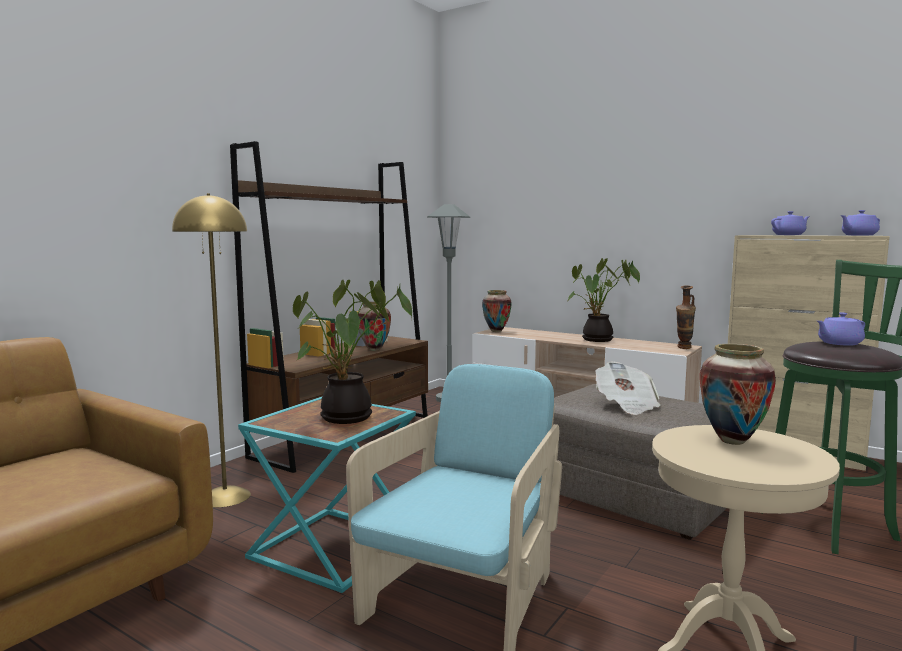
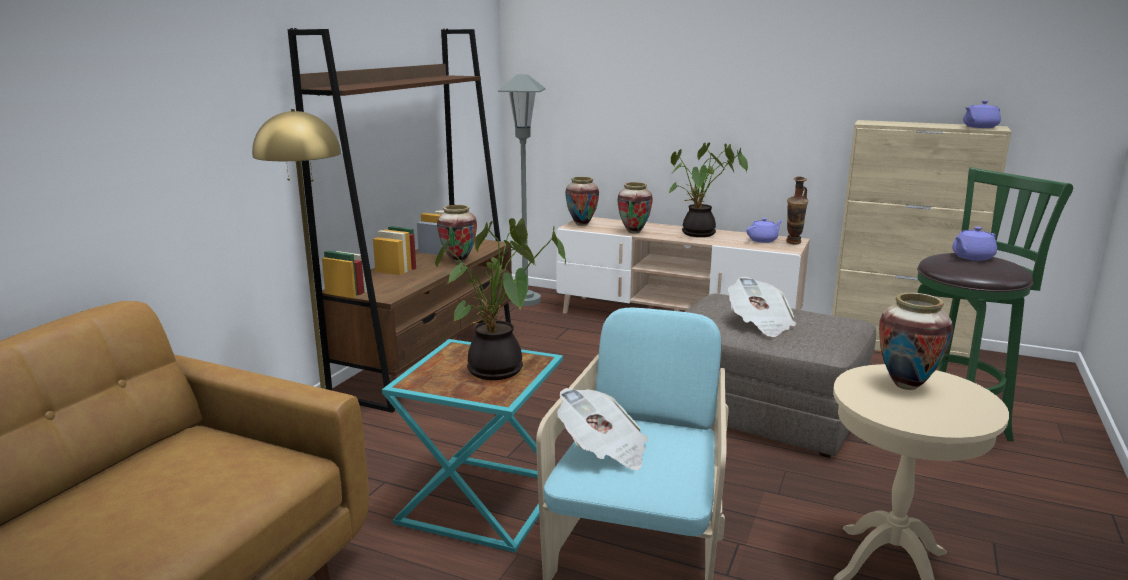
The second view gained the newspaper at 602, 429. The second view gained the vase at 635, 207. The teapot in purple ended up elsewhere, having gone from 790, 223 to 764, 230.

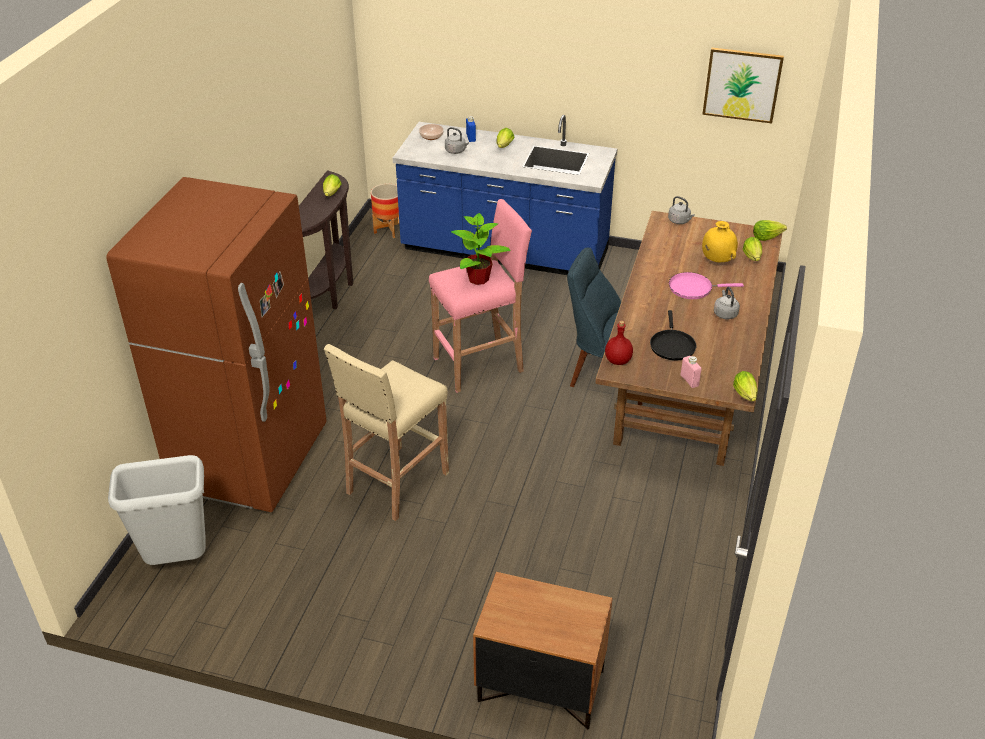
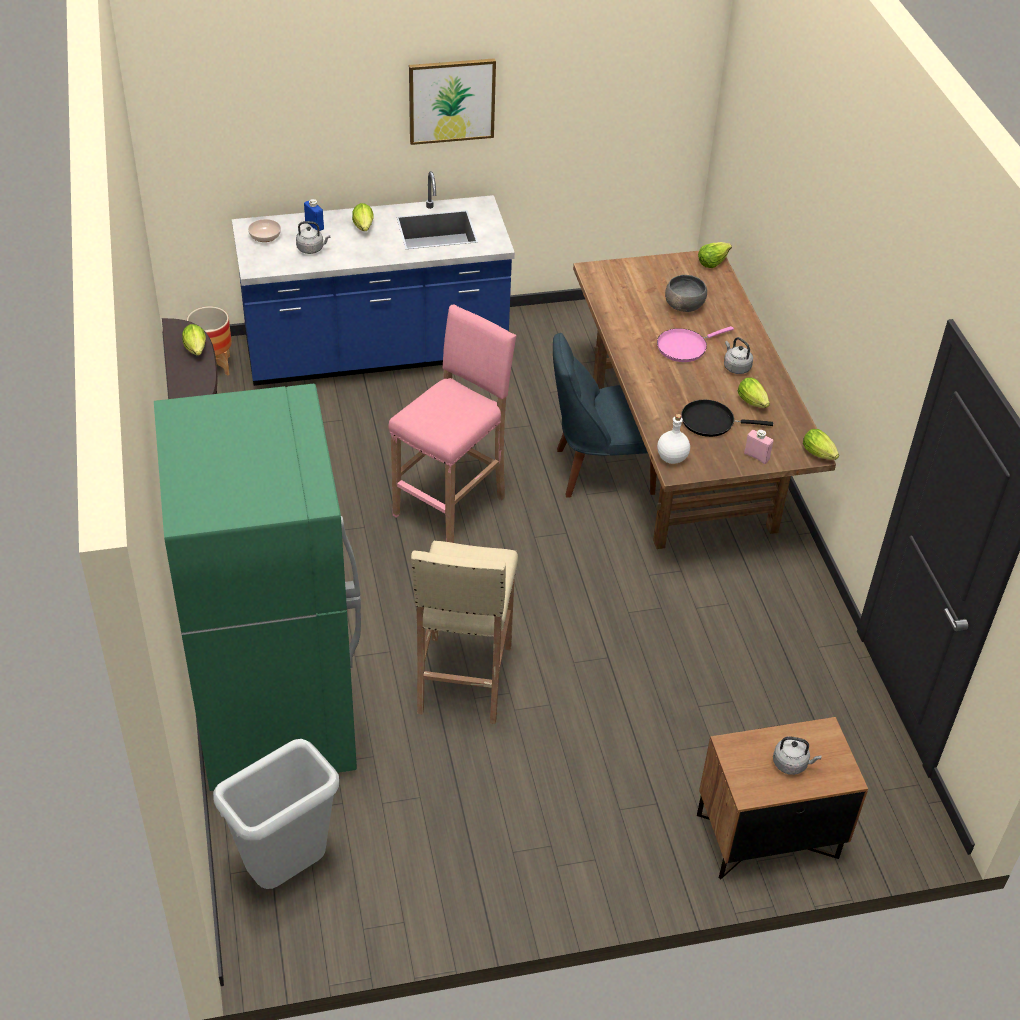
The second view lost the potted plant at 481, 249. The kettle in grey ended up elsewhere, having gone from 681, 210 to 797, 755. The picture ended up elsewhere, having gone from 743, 85 to 452, 101. The lettuce ended up elsewhere, having gone from 752, 249 to 754, 392. Where the vase in yellow stood at 720, 241, the bowl in grey came to stand at 686, 293. What was the fridge in brown at 216, 344 turned into the fridge in green at 257, 587. What was the bottle in red at 619, 343 turned into the bottle in white at 673, 439. The frying pan in black at 673, 335 ended up facing another way, 120 degrees clockwise from before.

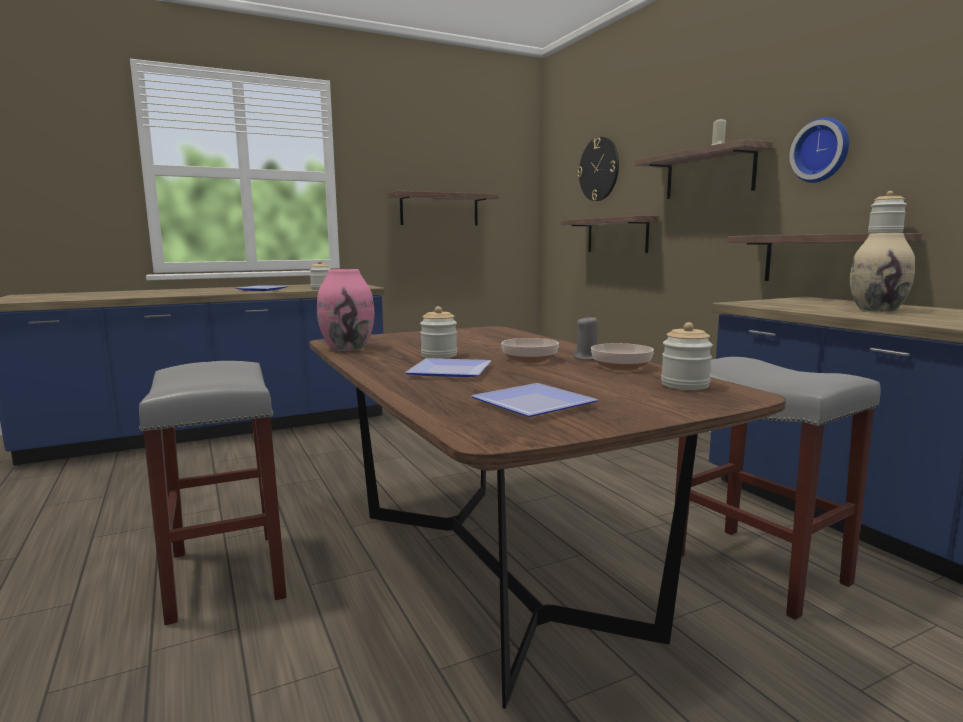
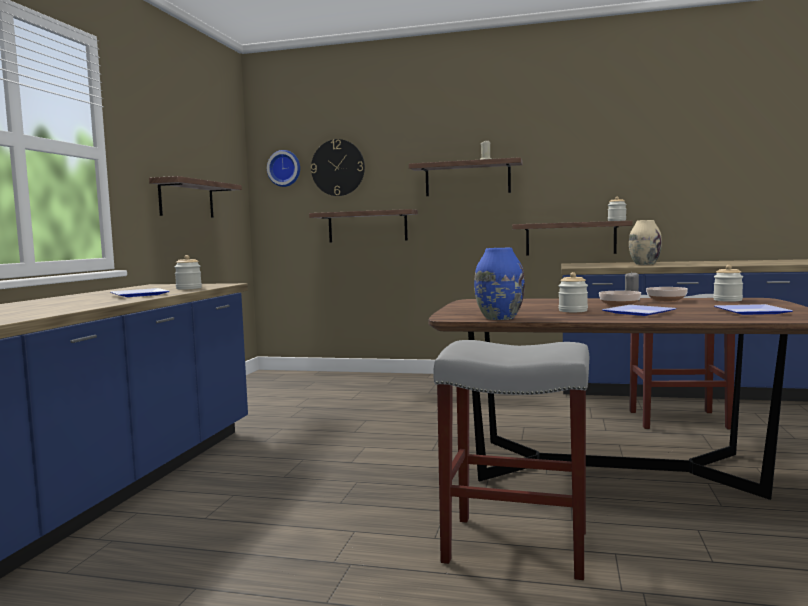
The wall clock ended up elsewhere, having gone from 819, 150 to 283, 168. What was the vase in pink at 345, 310 turned into the vase in blue at 499, 284.

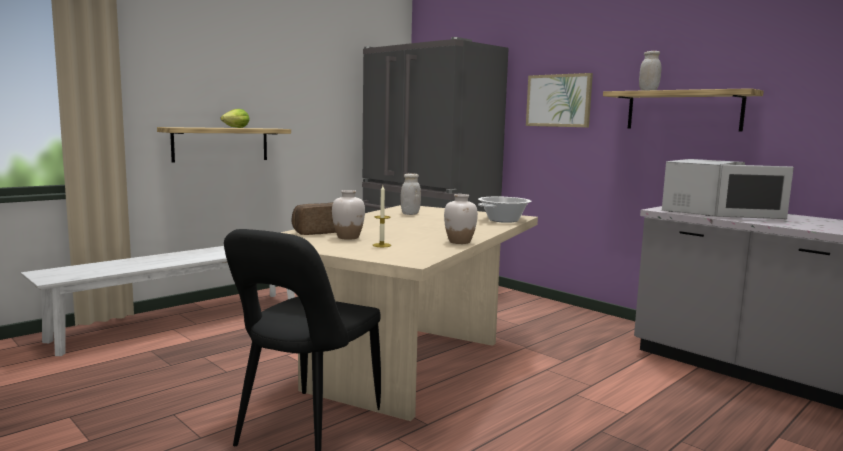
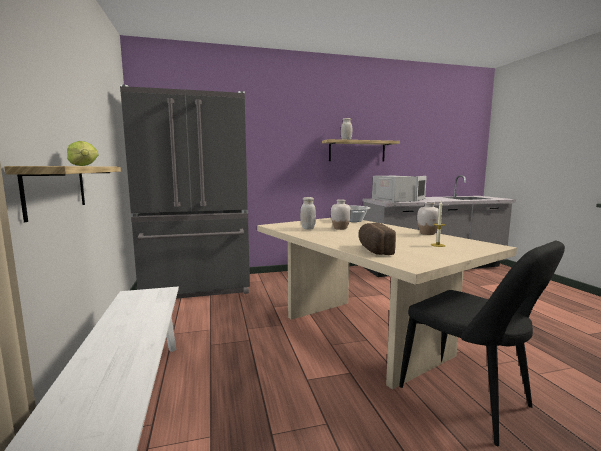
The second view lost the picture at 559, 100. The vase in white ended up elsewhere, having gone from 348, 215 to 341, 214.

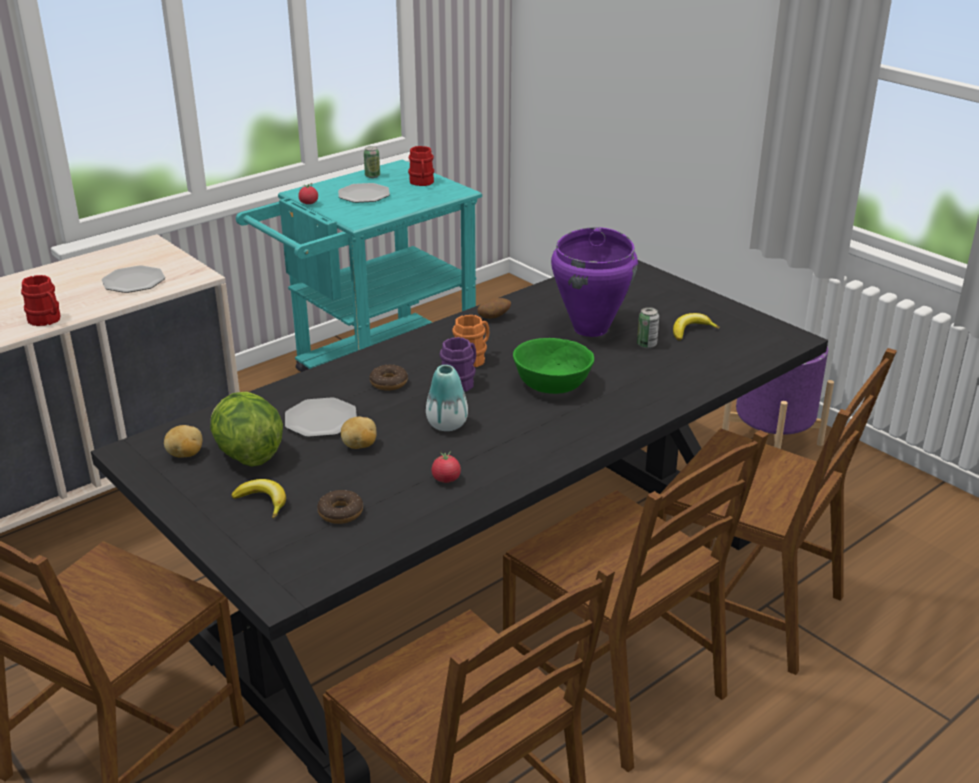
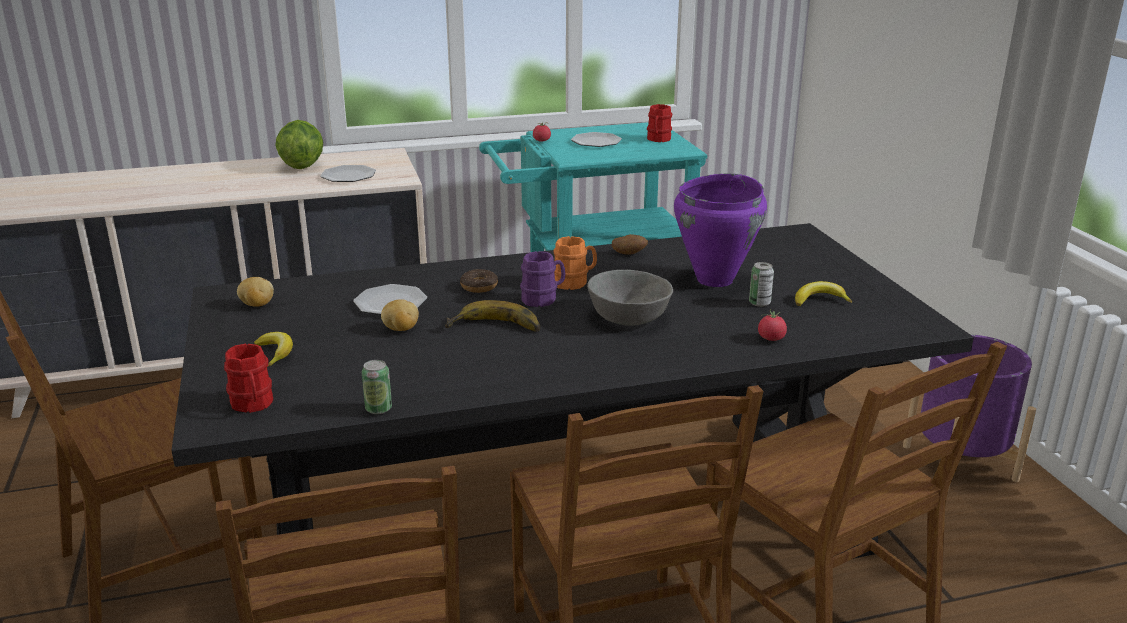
The second view lost the donut at 340, 507. The mug in red ended up elsewhere, having gone from 41, 300 to 248, 378. The lettuce ended up elsewhere, having gone from 246, 429 to 299, 144. The can ended up elsewhere, having gone from 372, 162 to 377, 387. The tomato ended up elsewhere, having gone from 446, 467 to 772, 325. Where the vase stood at 447, 398, the banana came to stand at 492, 316. What was the bowl in green at 553, 366 turned into the bowl in grey at 630, 298.

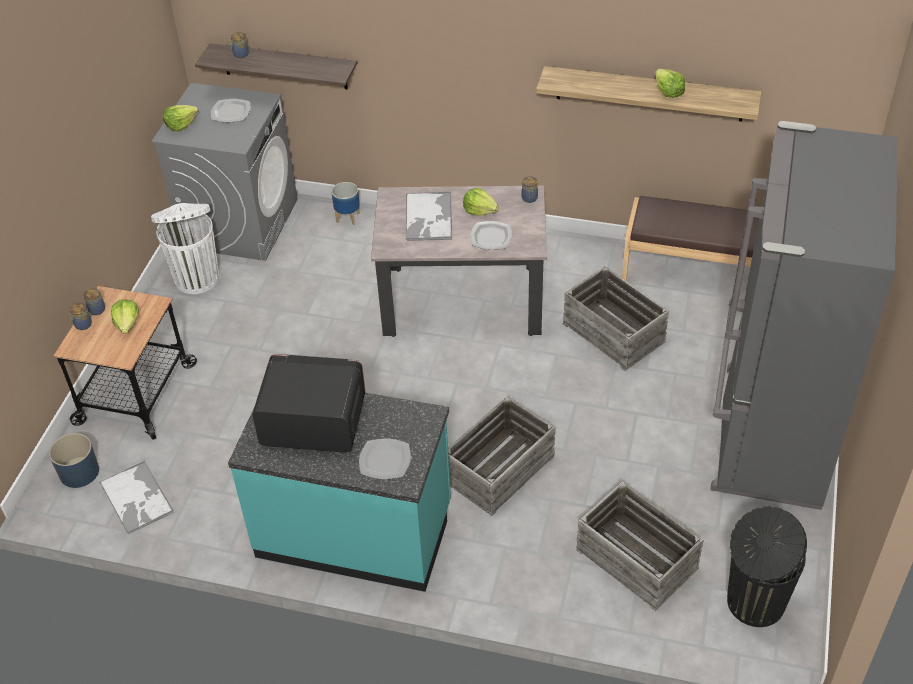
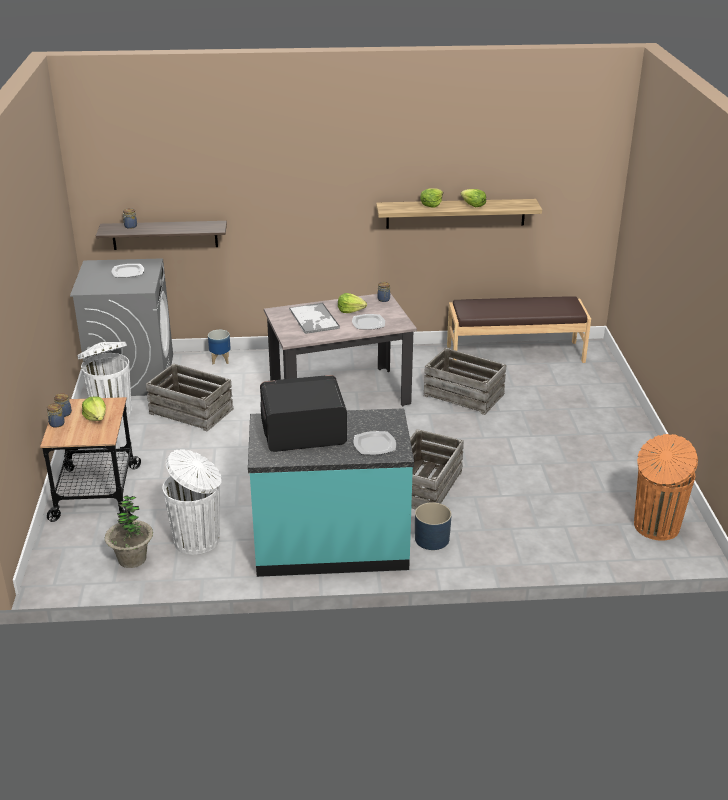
The second view lost the fridge in grey at 804, 315. The second view gained the trash can in white at 192, 502. The planter in blue ended up elsewhere, having gone from 74, 460 to 433, 526. The lettuce ended up elsewhere, having gone from 180, 118 to 431, 198. The crate ended up elsewhere, having gone from 640, 546 to 189, 397. Where the tray stood at 136, 497, the potted plant came to stand at 129, 531. What was the trash can in black at 767, 566 turned into the trash can in orange at 666, 487.

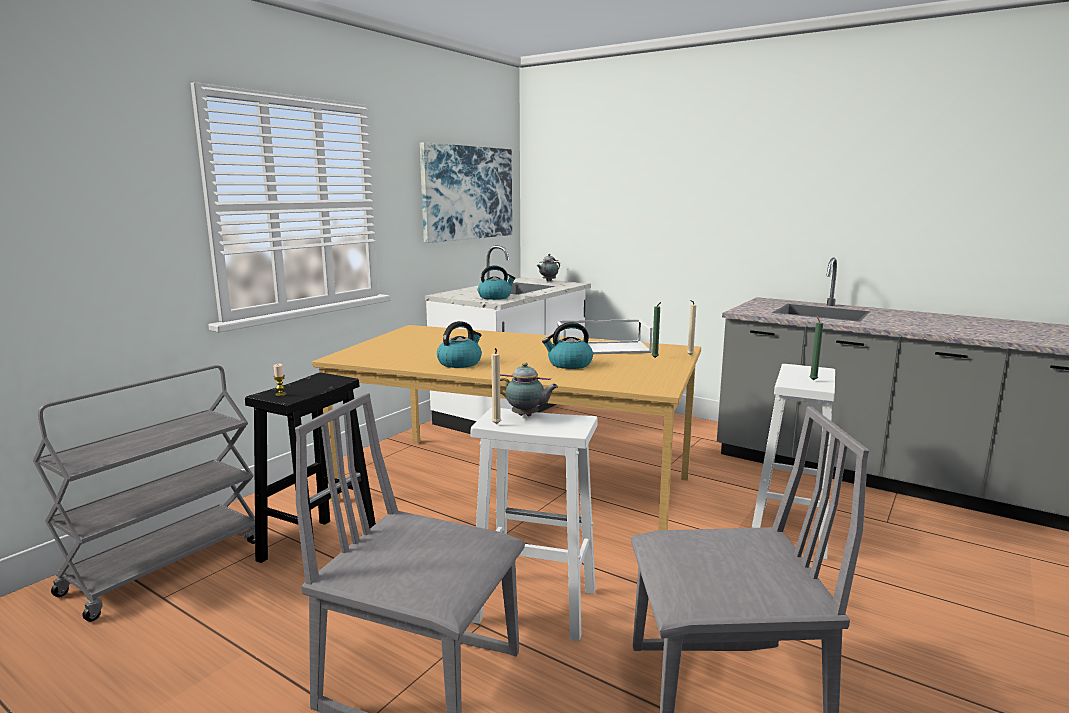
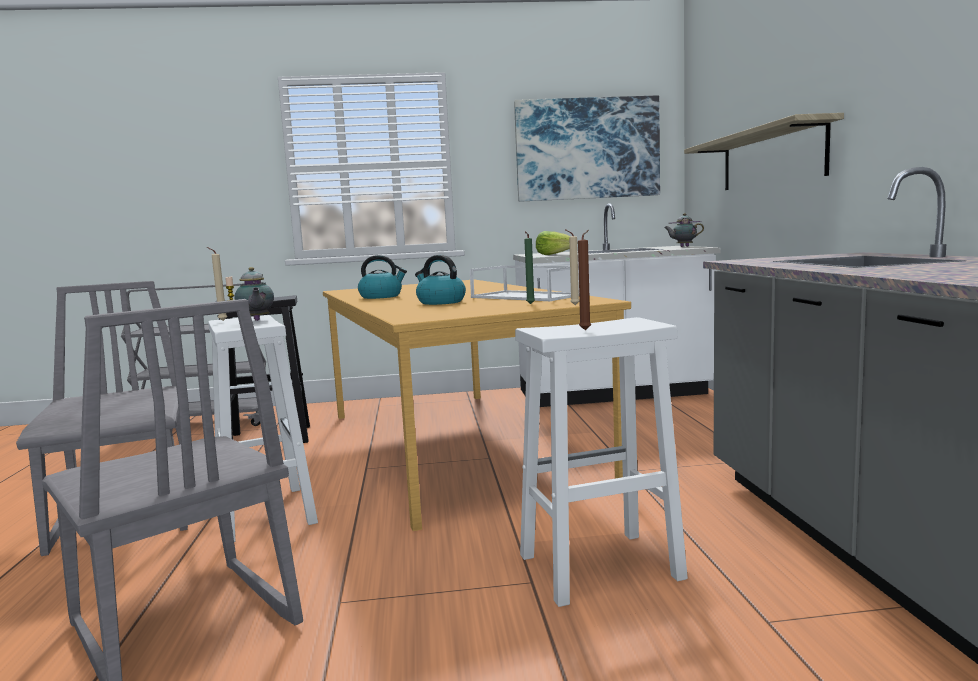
The second view gained the shelf at 764, 151. Where the kettle stood at 497, 282, the lettuce came to stand at 553, 243. What was the candle in green at 816, 348 turned into the candle in brown at 584, 280.

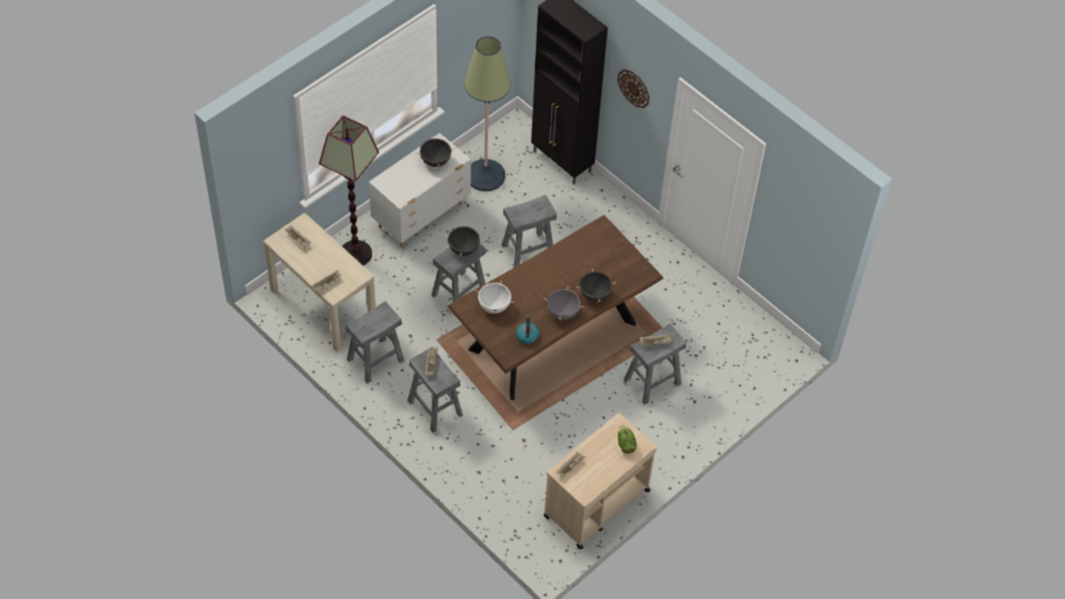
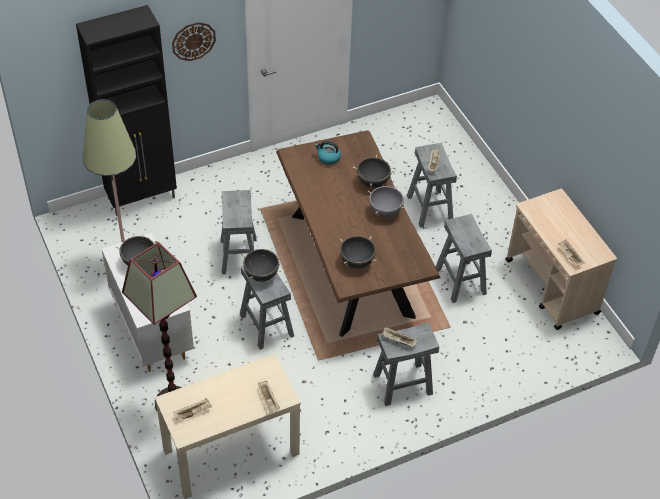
The second view lost the lettuce at 627, 439. The stool in grey ended up elsewhere, having gone from 374, 342 to 464, 258. The kettle ended up elsewhere, having gone from 527, 330 to 328, 153. What was the cooking pot in white at 494, 297 turned into the cooking pot in black at 358, 252.

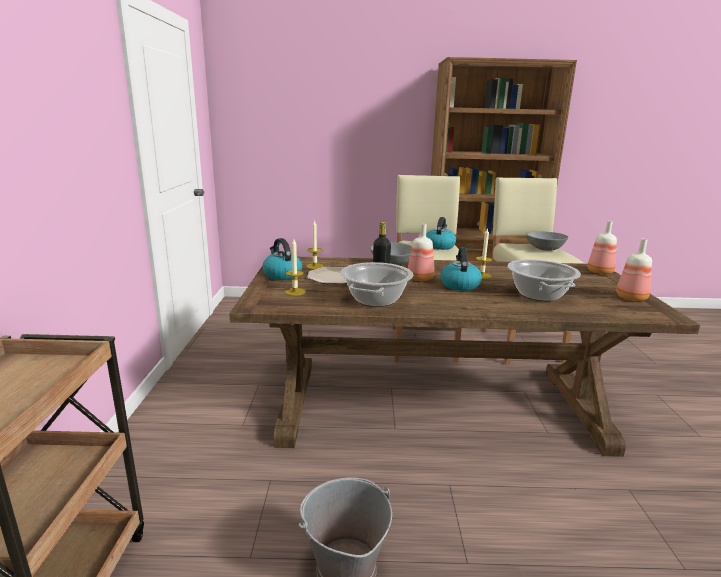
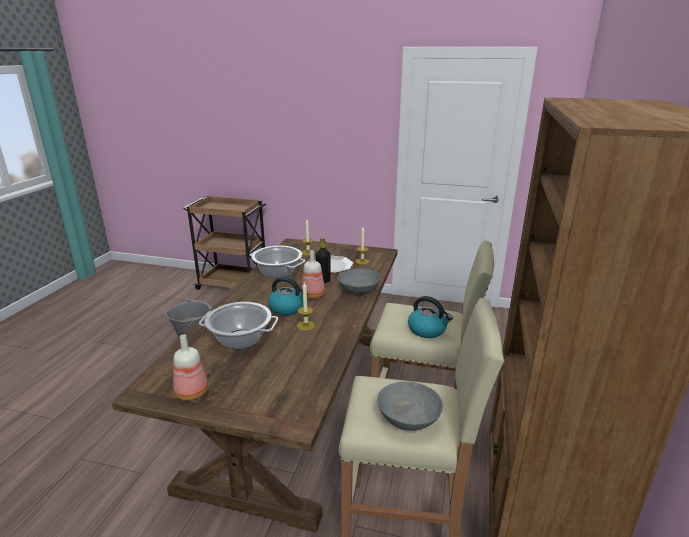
The second view lost the kettle at 282, 259. The second view lost the bottle at 602, 247.

